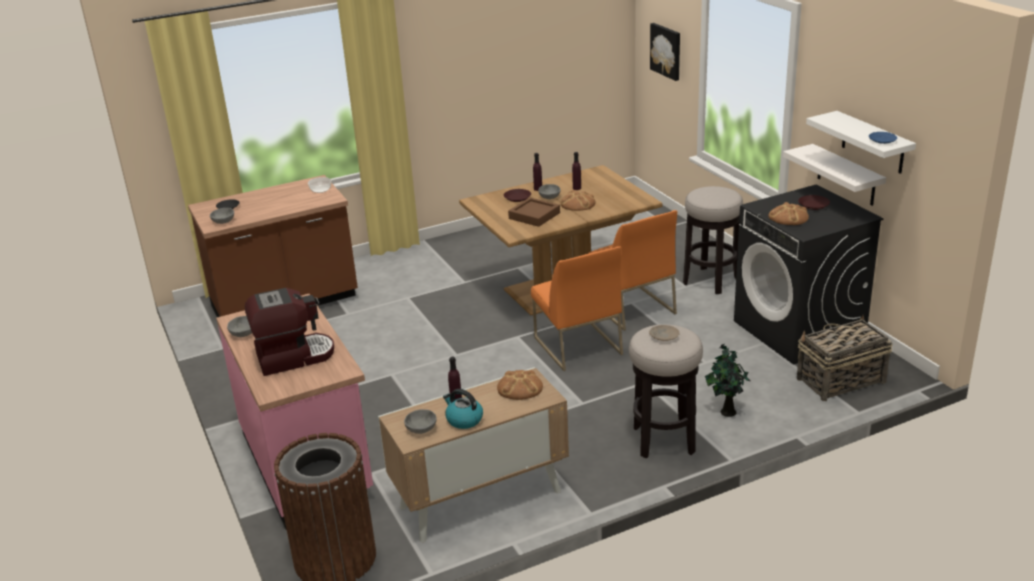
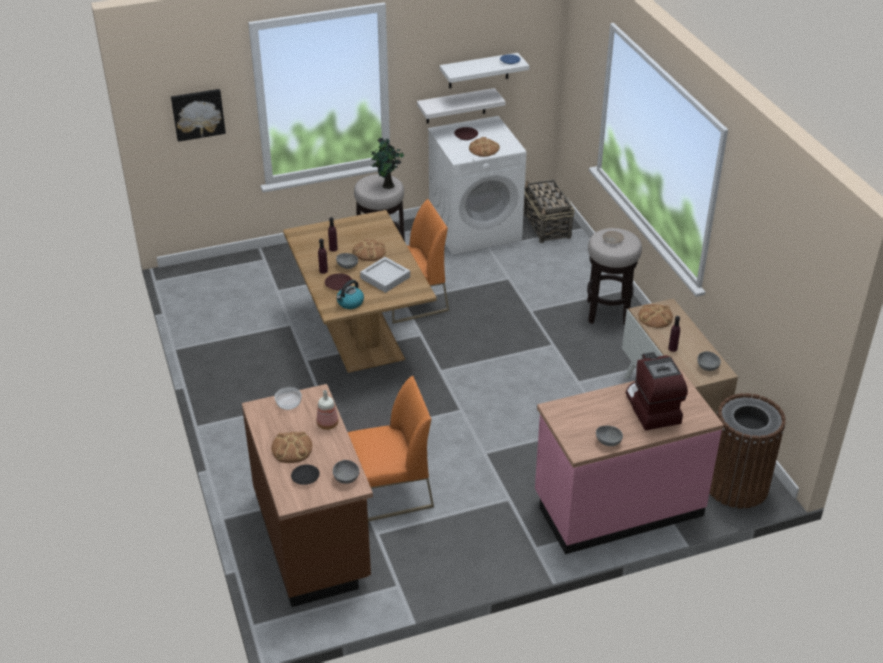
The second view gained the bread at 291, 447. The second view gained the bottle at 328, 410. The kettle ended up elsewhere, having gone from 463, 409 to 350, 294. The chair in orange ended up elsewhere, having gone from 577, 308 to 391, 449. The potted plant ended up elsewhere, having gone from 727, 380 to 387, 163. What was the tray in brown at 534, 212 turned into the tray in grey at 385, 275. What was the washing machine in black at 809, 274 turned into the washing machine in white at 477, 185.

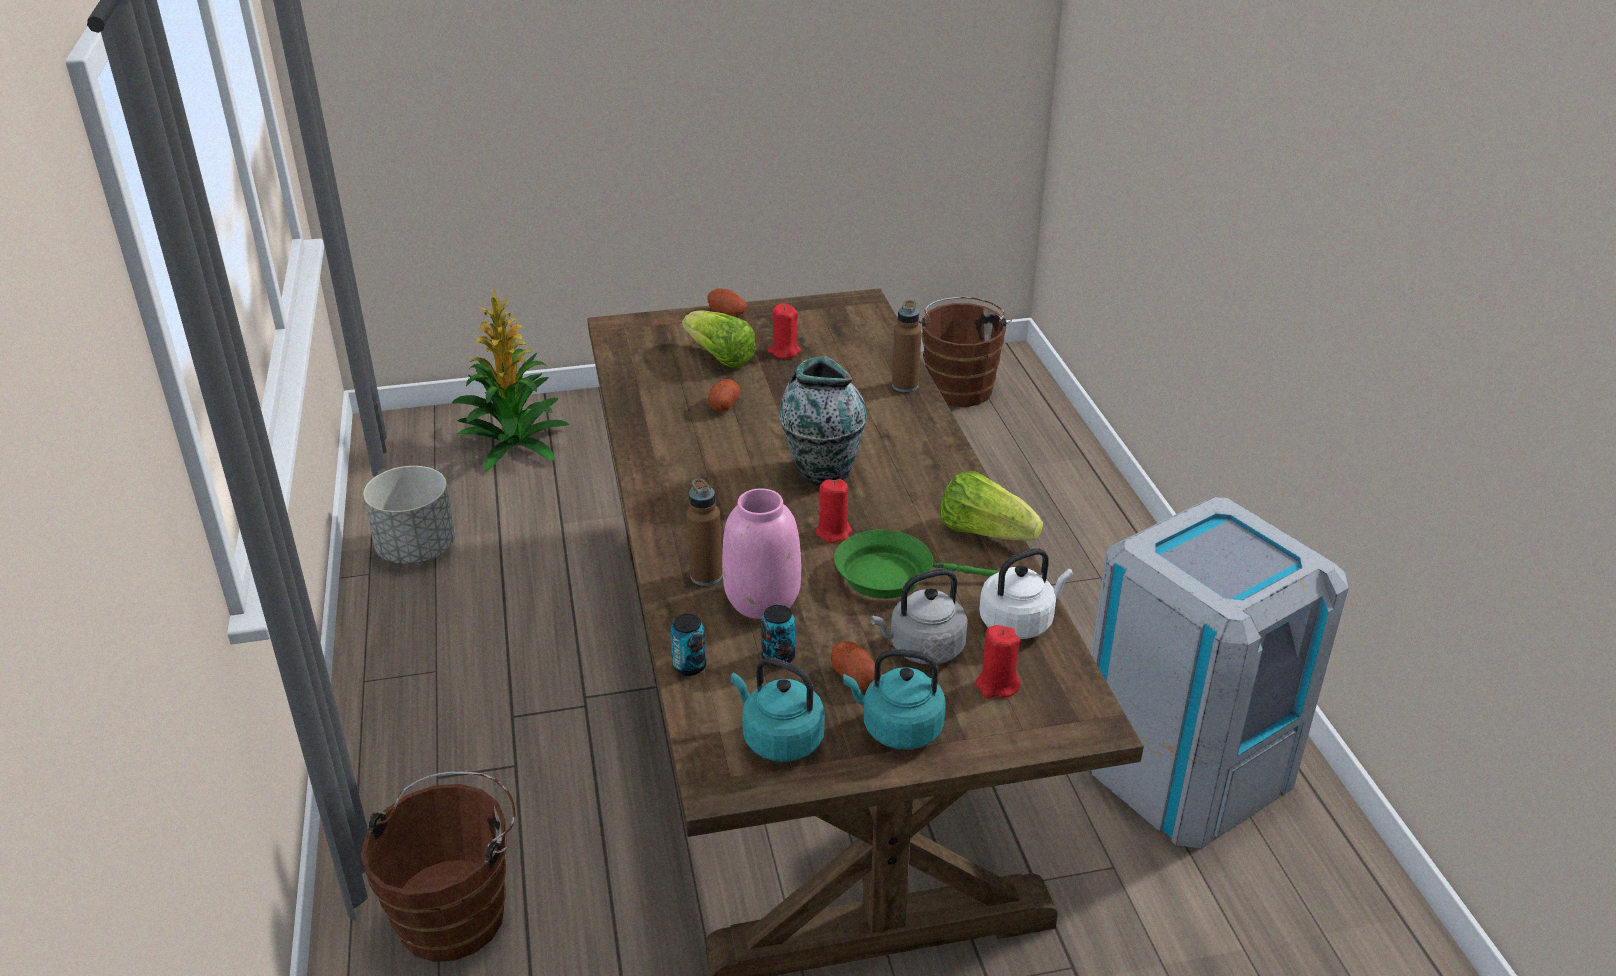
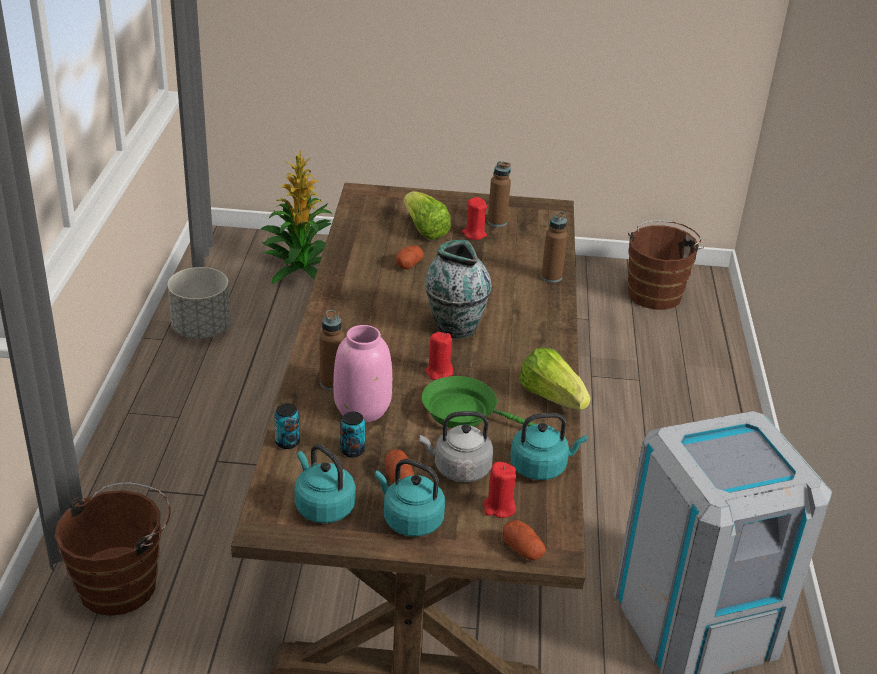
The second view gained the bottle in brown at 499, 194. The potato ended up elsewhere, having gone from 728, 302 to 524, 540. What was the kettle in white at 1026, 593 turned into the kettle in turquoise at 548, 446.

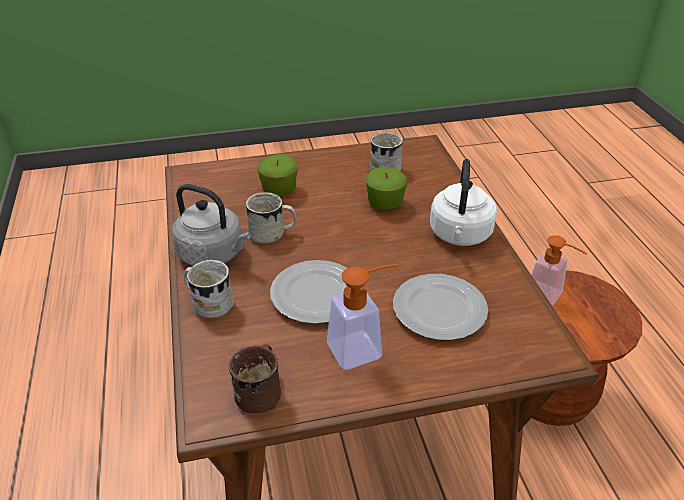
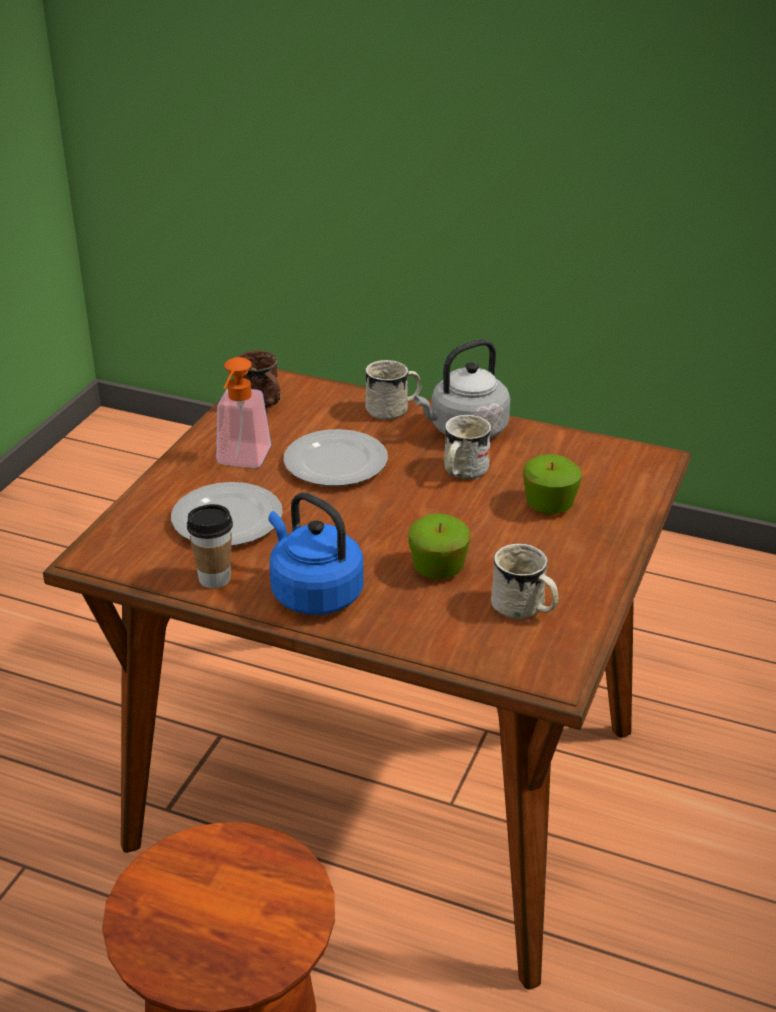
The second view lost the soap dispenser at 559, 270. The second view gained the cup at 210, 546. What was the kettle in white at 463, 202 turned into the kettle in blue at 316, 553.

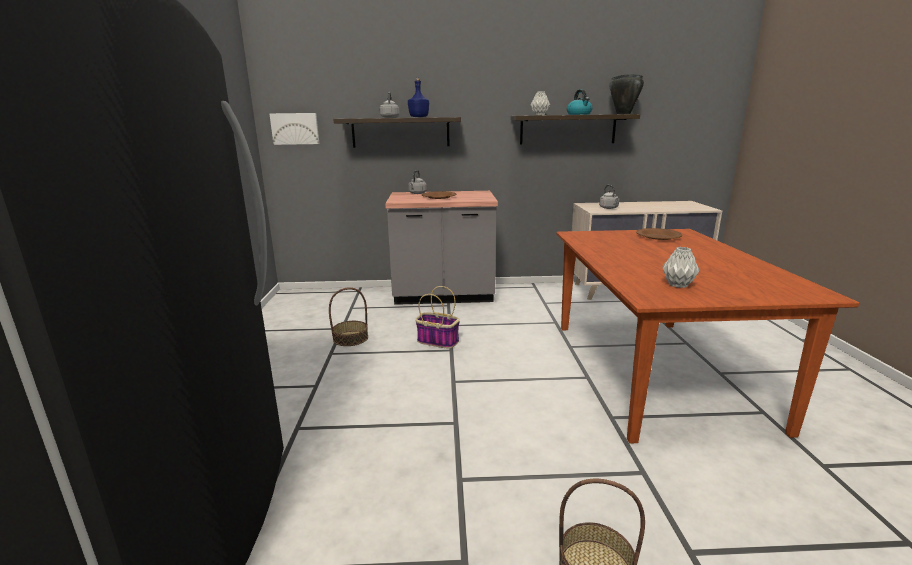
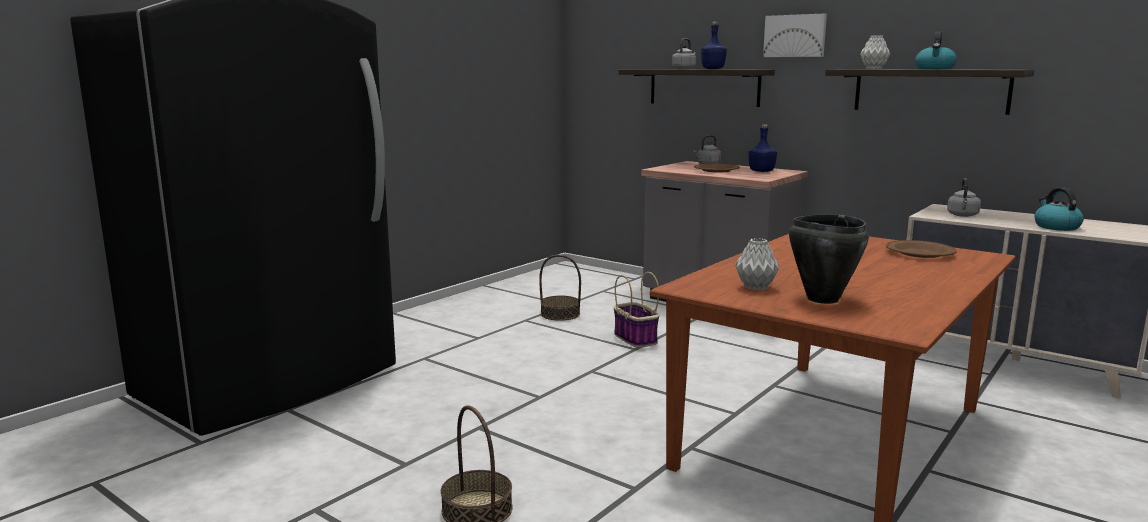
The second view gained the bottle in blue at 762, 148. The second view gained the kettle at 1059, 209. The picture ended up elsewhere, having gone from 294, 129 to 795, 35. The cooking pot in black ended up elsewhere, having gone from 627, 94 to 829, 259.

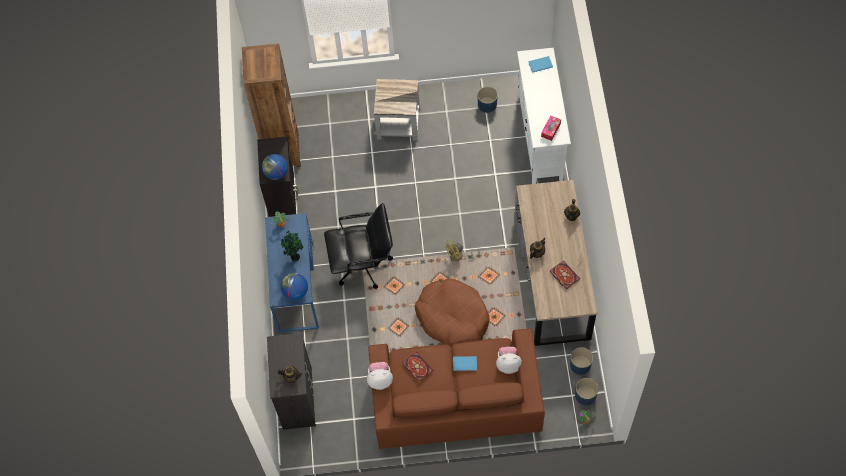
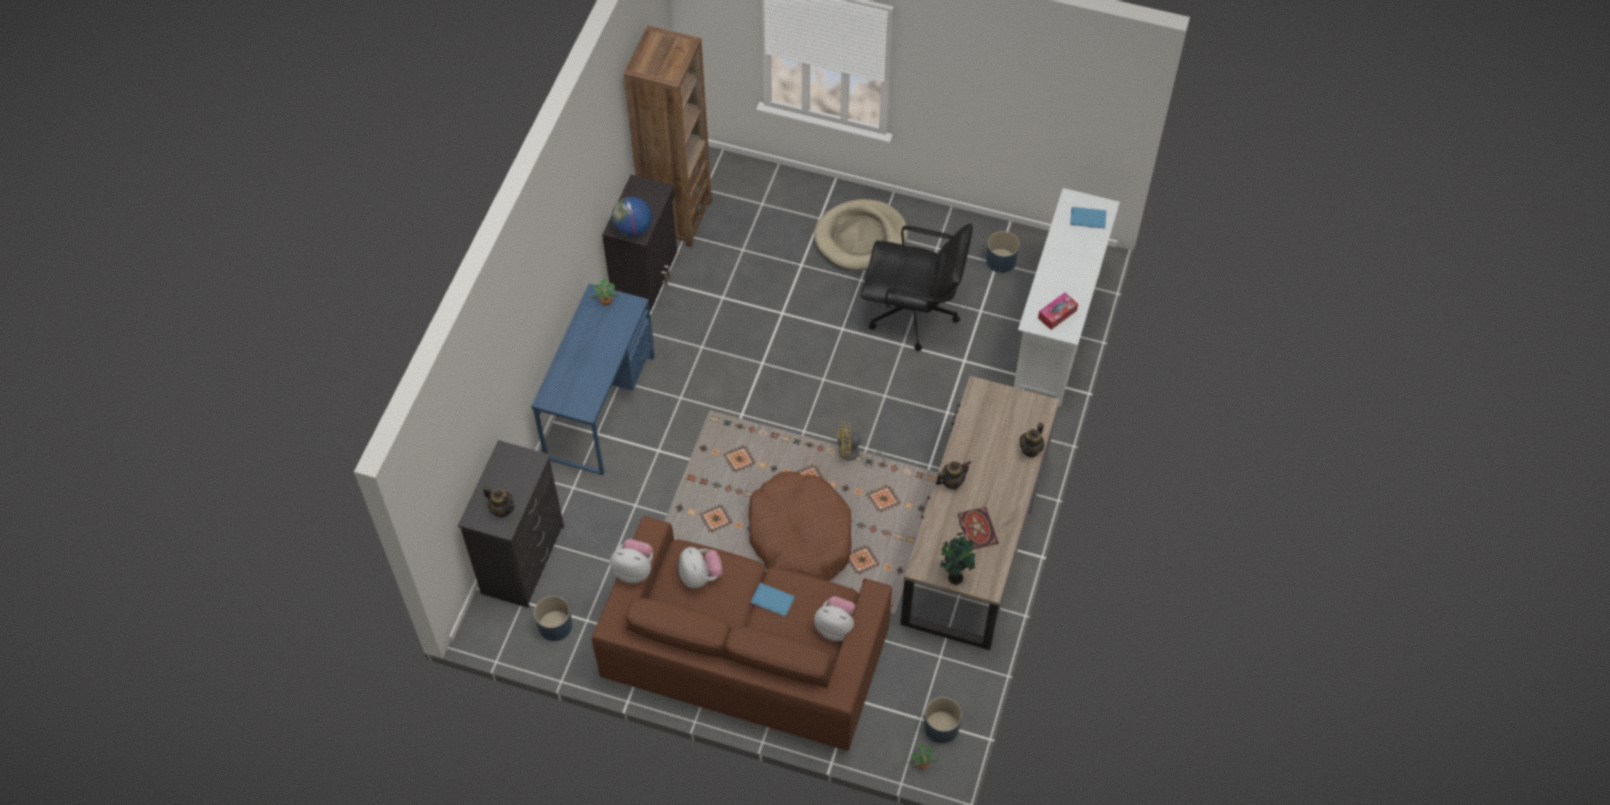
The second view lost the globe at 294, 286. The potted plant ended up elsewhere, having gone from 292, 246 to 957, 558. The office chair in black ended up elsewhere, having gone from 358, 246 to 917, 287. The planter in blue ended up elsewhere, having gone from 581, 361 to 553, 618. Where the side table in grey stood at 397, 110, the dog bed in beige came to stand at 861, 234. Where the book stood at 418, 367, the plush toy came to stand at 701, 567.

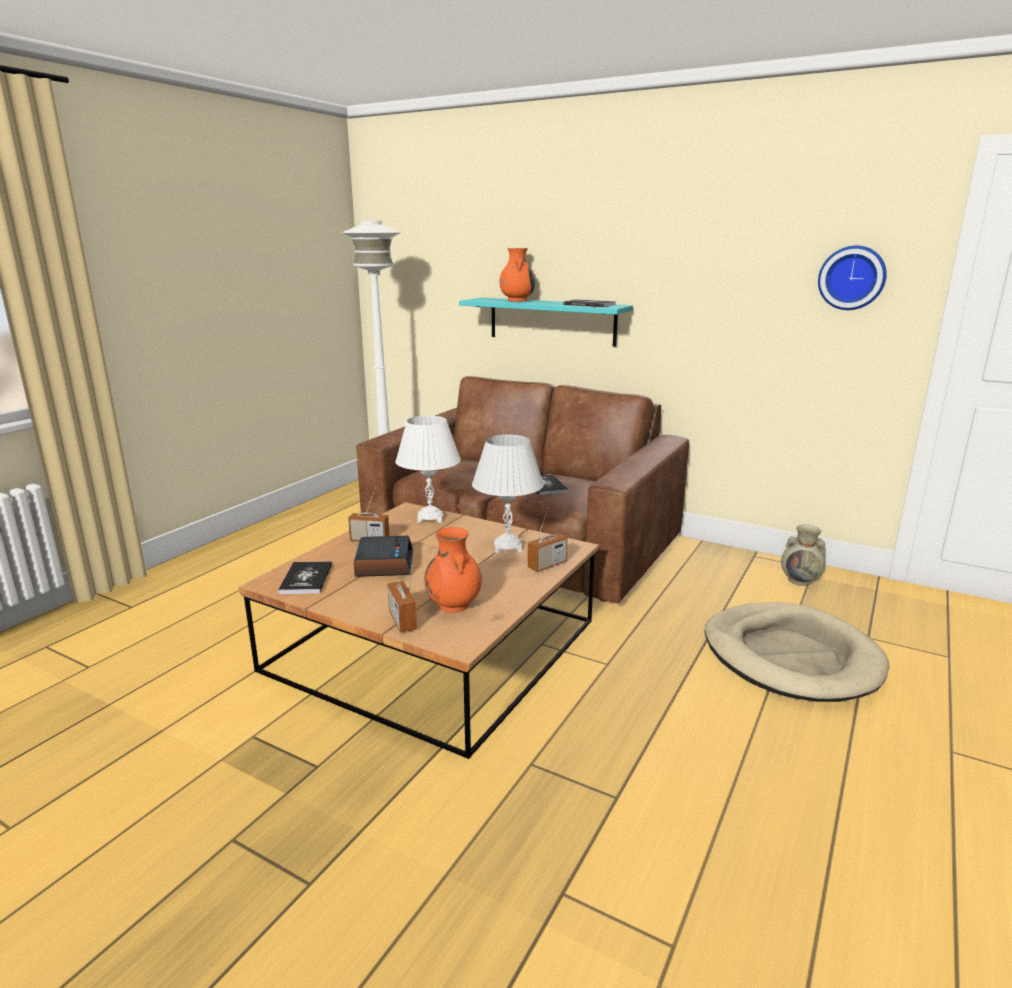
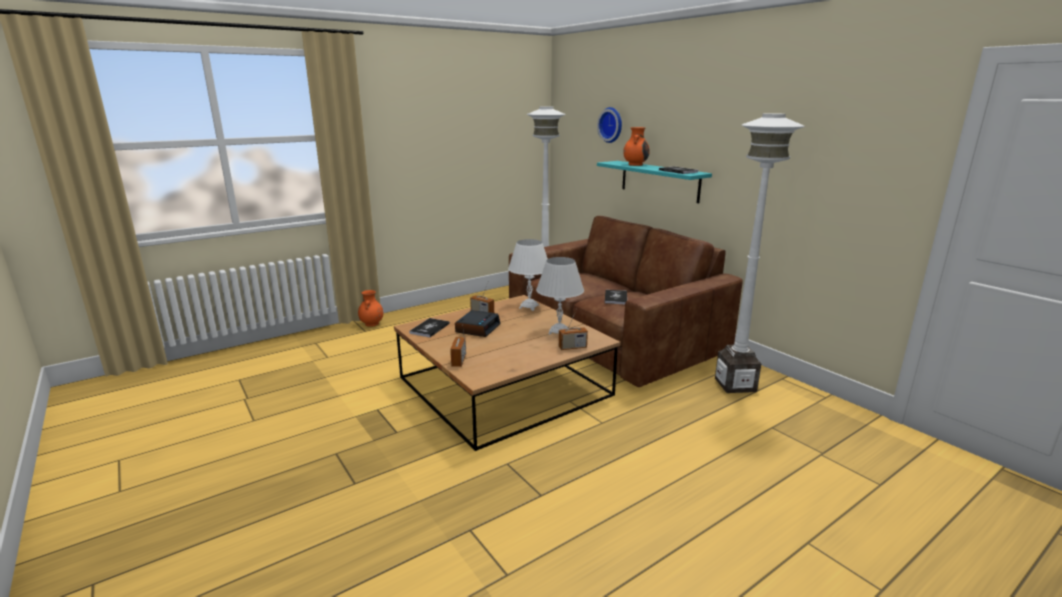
The second view lost the dog bed in beige at 797, 652. The second view lost the vase in beige at 803, 555. The second view gained the floor lamp in white at 759, 253. The vase in orange ended up elsewhere, having gone from 453, 570 to 370, 308. The wall clock ended up elsewhere, having gone from 852, 278 to 609, 125.

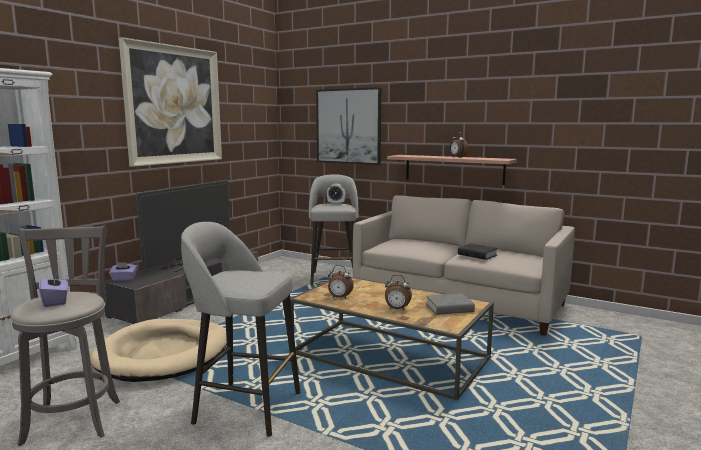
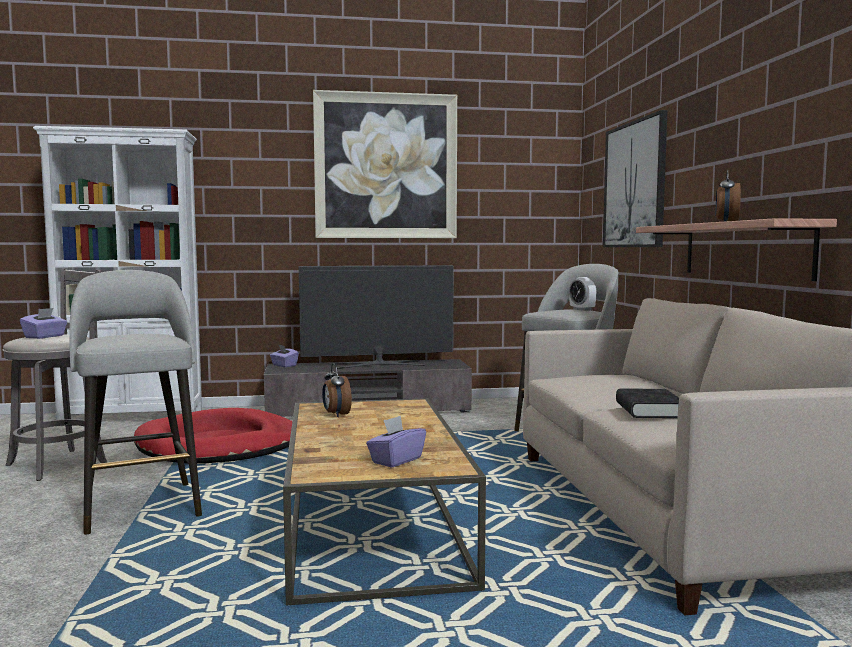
The second view lost the alarm clock at 398, 292. Where the book in grey stood at 450, 304, the tissue box in purple came to stand at 396, 442. What was the dog bed in beige at 158, 350 turned into the dog bed in red at 213, 436.

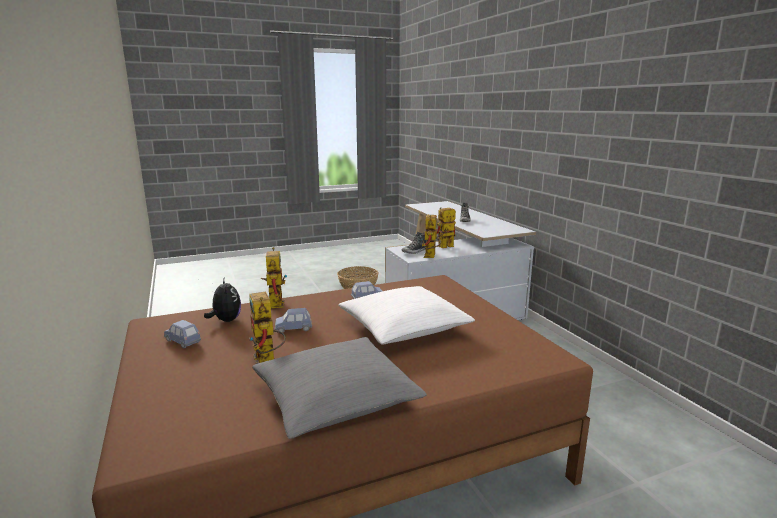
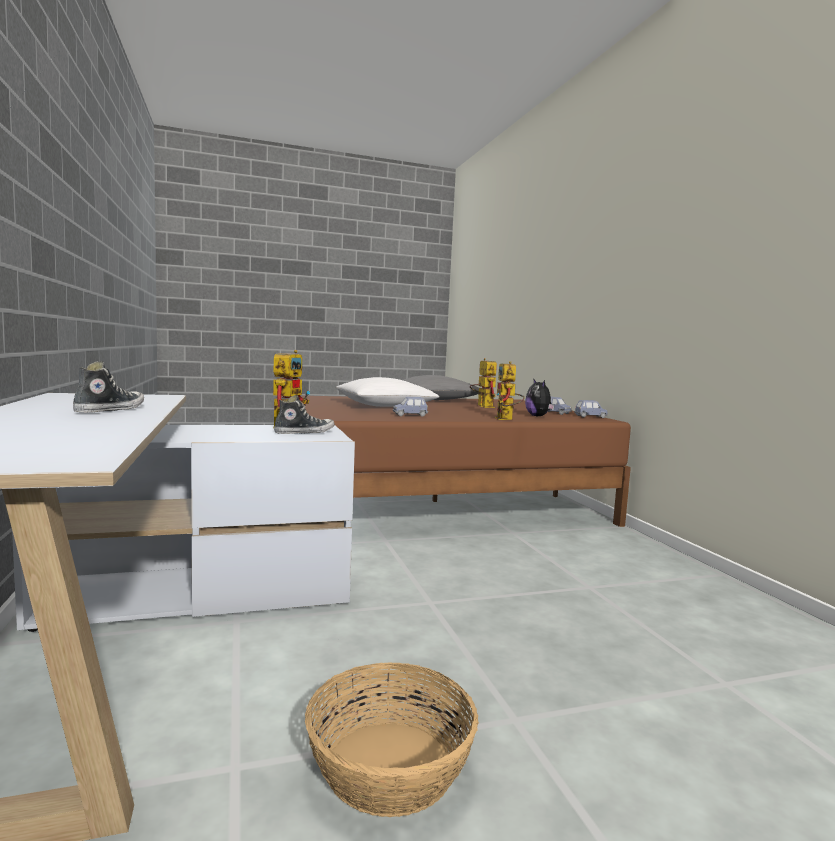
The second view lost the toy robot at 446, 227. The toy car in blue ended up elsewhere, having gone from 293, 320 to 591, 409.

